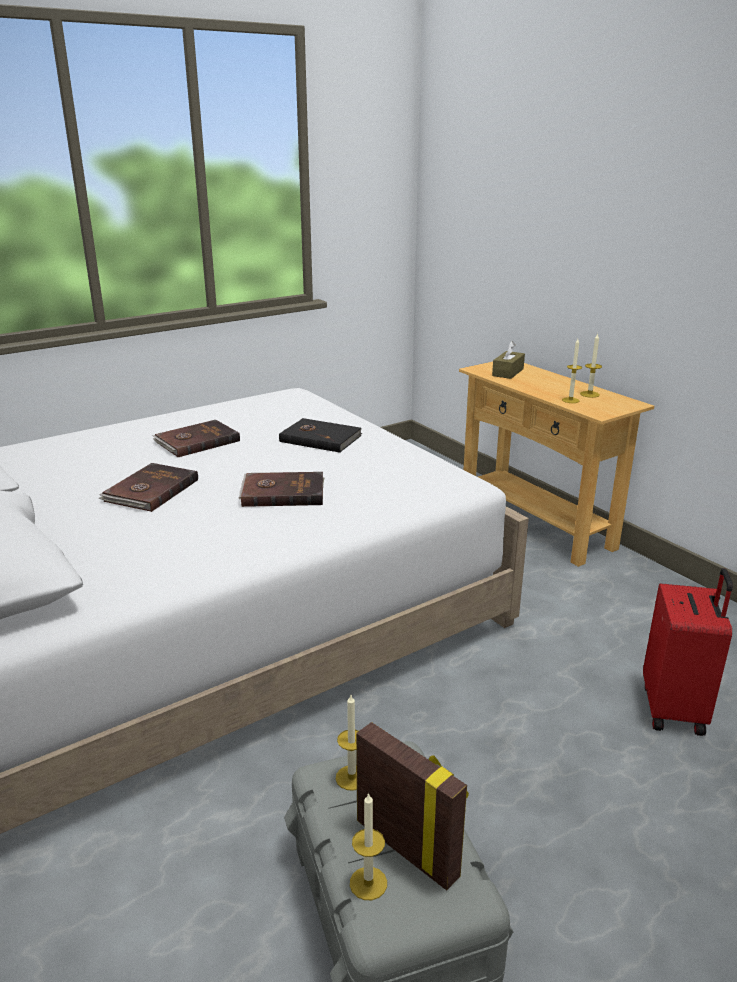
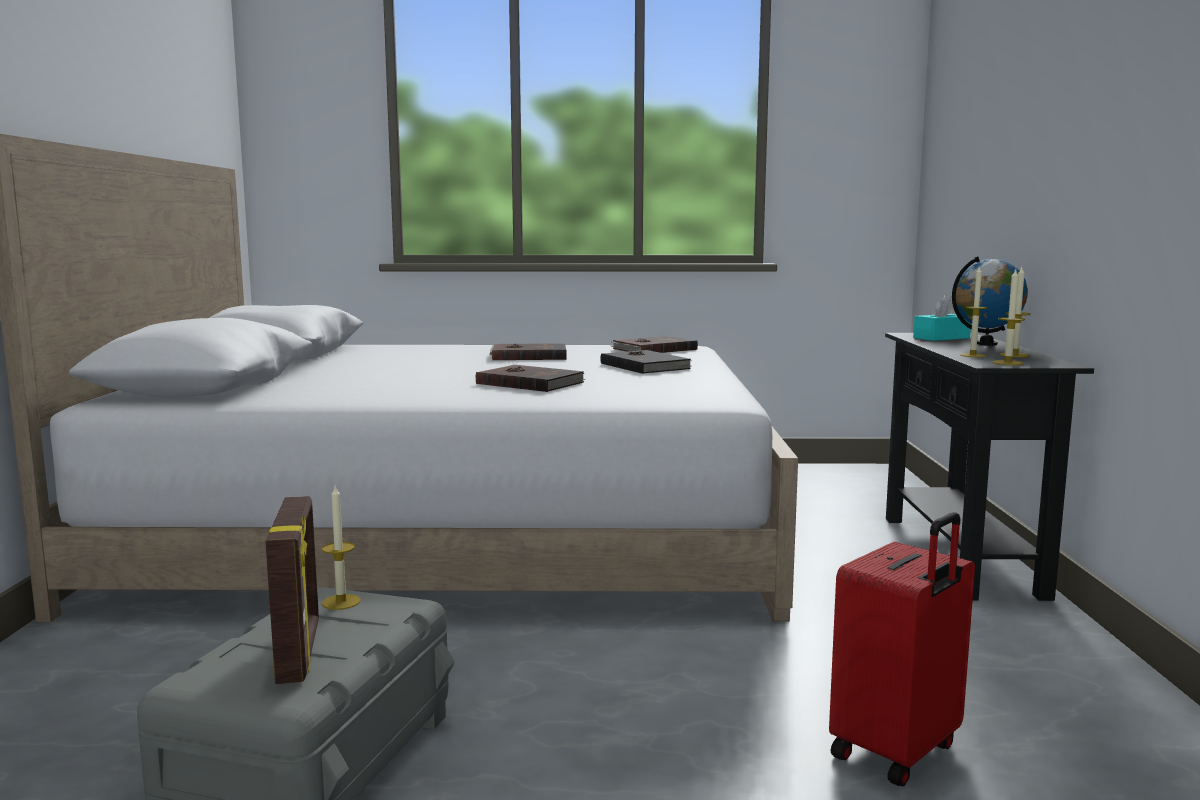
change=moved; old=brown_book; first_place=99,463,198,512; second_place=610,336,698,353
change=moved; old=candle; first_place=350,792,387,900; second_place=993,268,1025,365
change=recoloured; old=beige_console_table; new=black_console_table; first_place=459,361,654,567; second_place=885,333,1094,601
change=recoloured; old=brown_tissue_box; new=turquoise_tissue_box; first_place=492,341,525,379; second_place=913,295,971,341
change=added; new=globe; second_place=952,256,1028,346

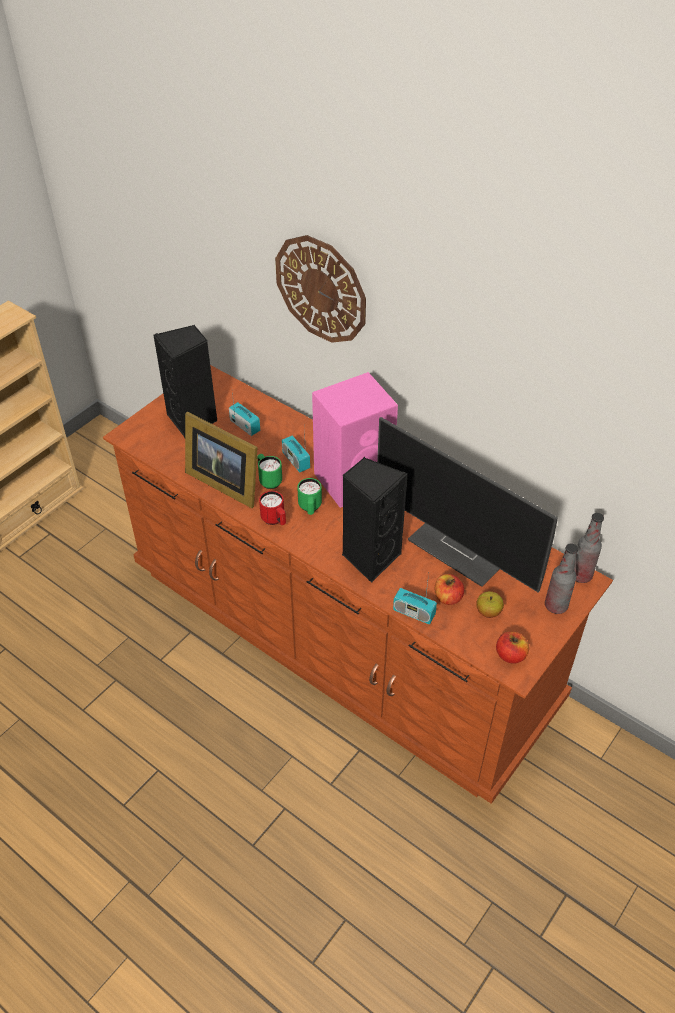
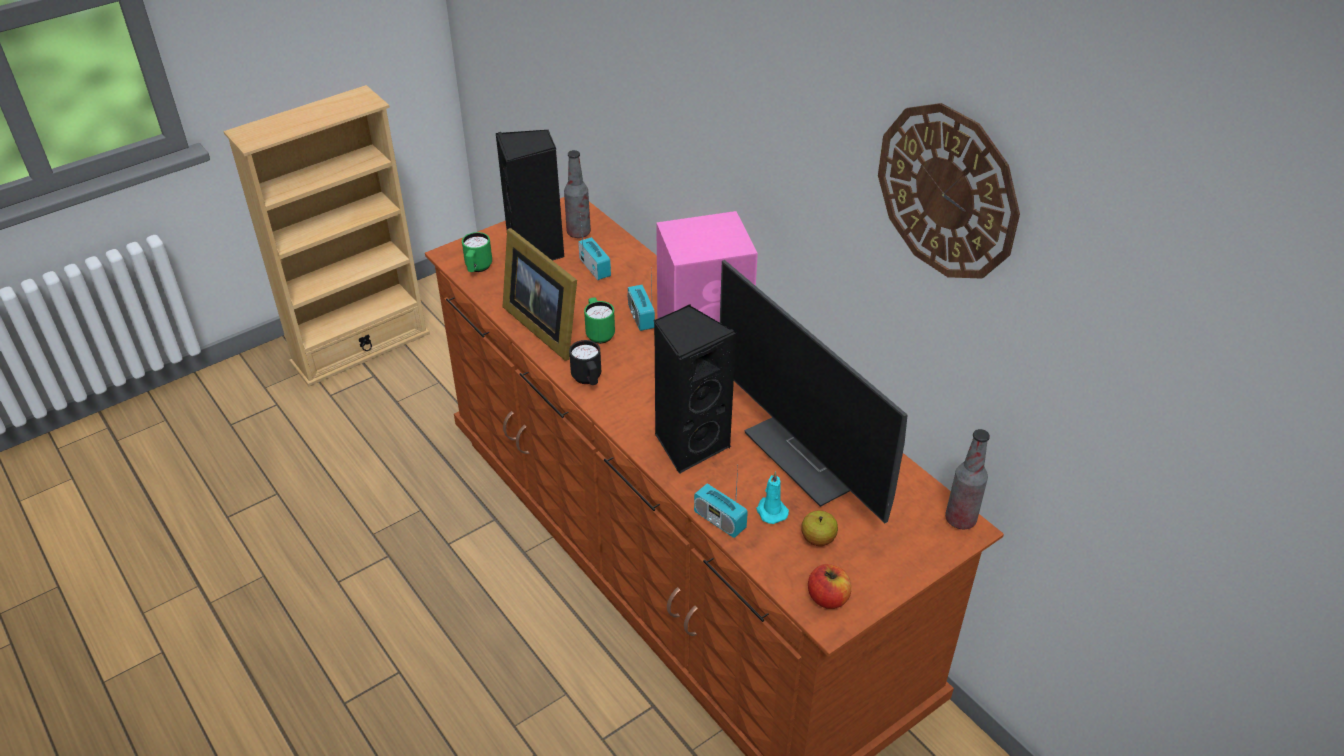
change=recoloured; old=red_mug; new=black_mug; first_place=259,491,286,525; second_place=569,340,601,385
change=moved; old=wall_clock; first_place=275,235,366,343; second_place=878,103,1020,278
change=moved; old=green_mug; first_place=297,478,322,515; second_place=462,232,492,272
change=replaced; old=apple; new=turquoise_candle; first_place=435,574,464,605; second_place=756,471,789,524
change=moved; old=bottle; first_place=545,543,578,614; second_place=564,150,591,238

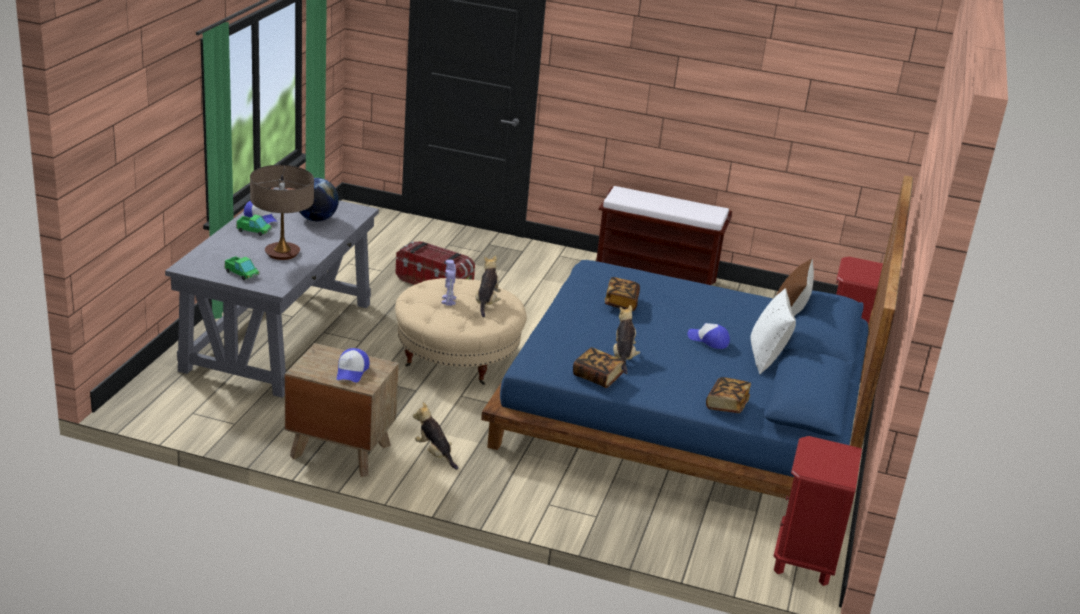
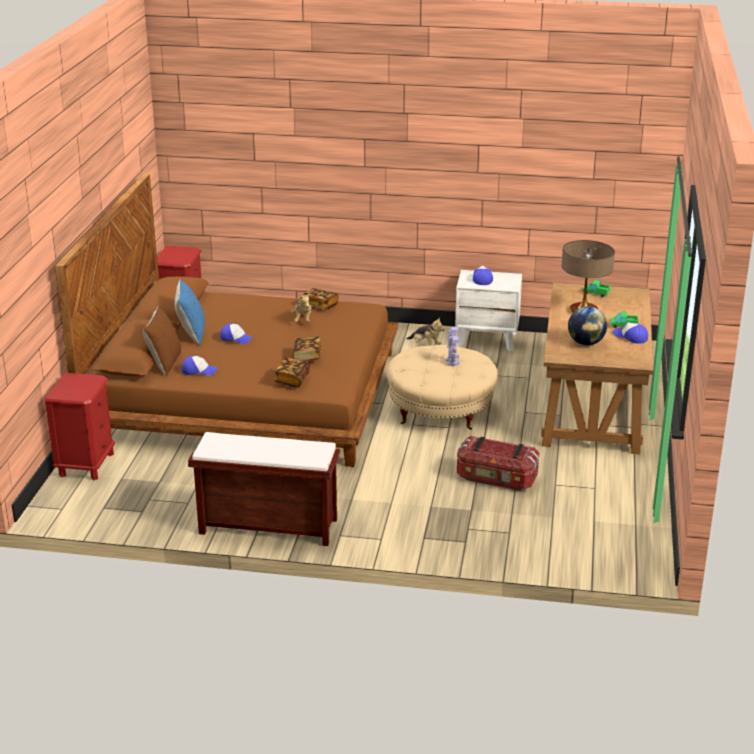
change=recoloured; old=grey_desk; new=brown_desk; first_place=165,187,379,398; second_place=541,283,653,454
change=recoloured; old=brown_nightstand; new=white_nightstand; first_place=285,343,399,477; second_place=455,270,522,351
change=removed; old=plush_toy; first_place=476,255,501,318
change=recoloured; old=blue_bed; new=brown_bed; first_place=481,176,914,499; second_place=55,174,398,467
change=moved; old=book; first_place=706,377,751,413; second_place=274,358,310,388
change=recoloured; old=white_pillow; new=blue_pillow; first_place=750,289,796,374; second_place=175,279,205,345
change=added; new=cap; second_place=181,356,217,376

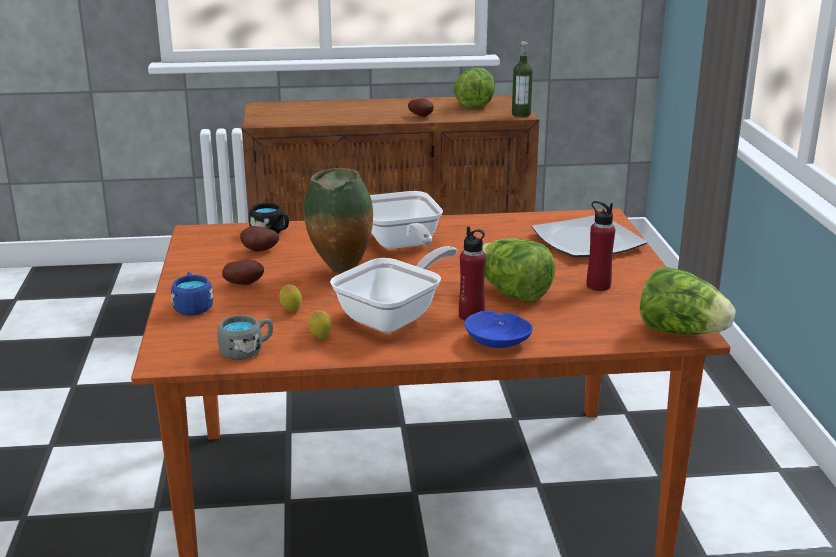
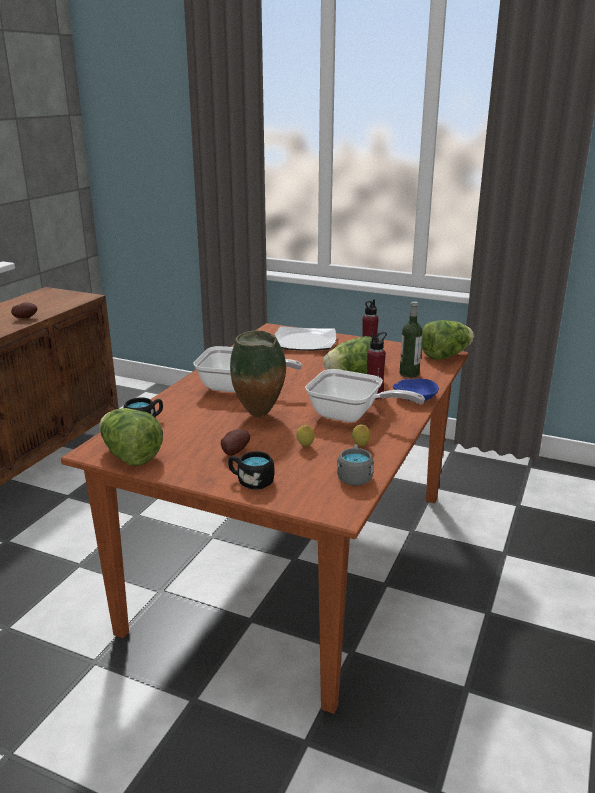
change=recoloured; old=blue_mug; new=black_mug; first_place=171,272,213,315; second_place=228,451,275,489
change=removed; old=potato; first_place=240,226,279,252
change=turned; old=frying_pan; first_place=330,246,457,333; second_place=305,369,425,422; degrees=135
change=moved; old=lettuce; first_place=454,68,495,109; second_place=100,408,163,466
change=moved; old=bottle; first_place=512,41,533,117; second_place=400,301,423,378

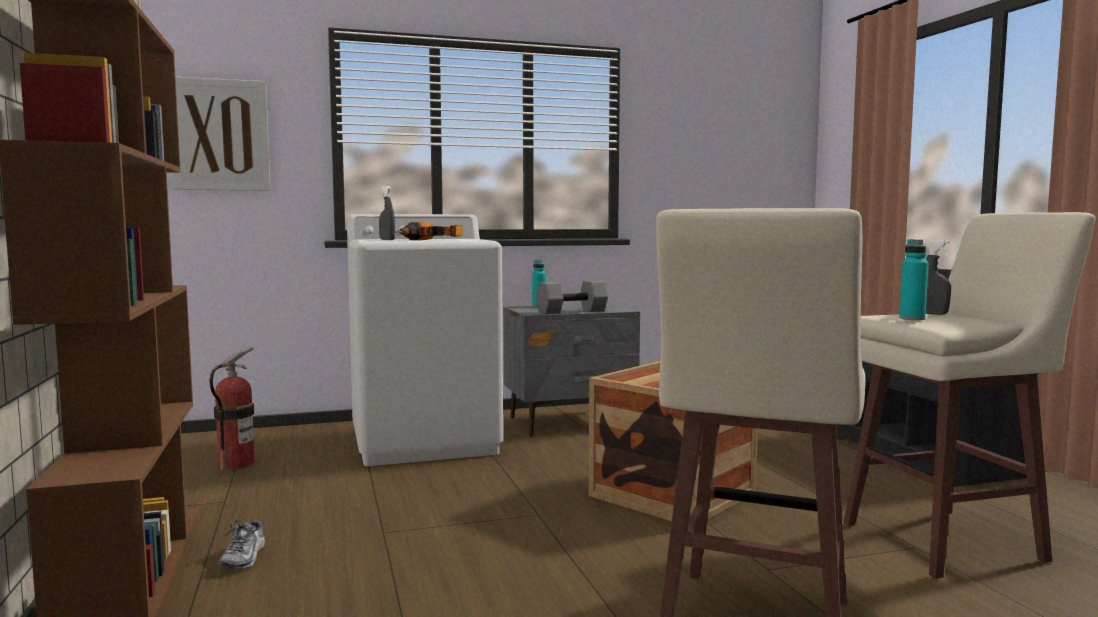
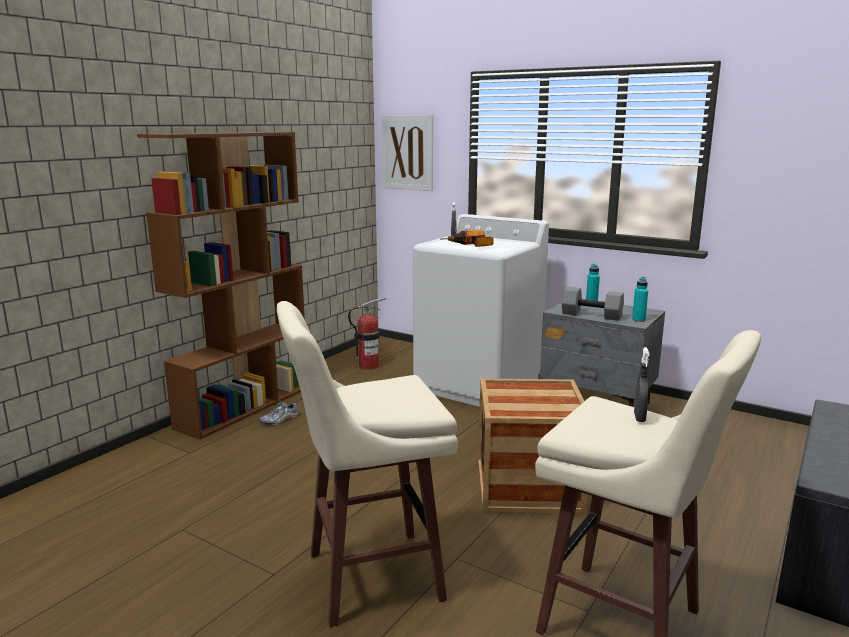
change=moved; old=turquoise_bottle; first_place=899,239,929,320; second_place=632,277,648,322

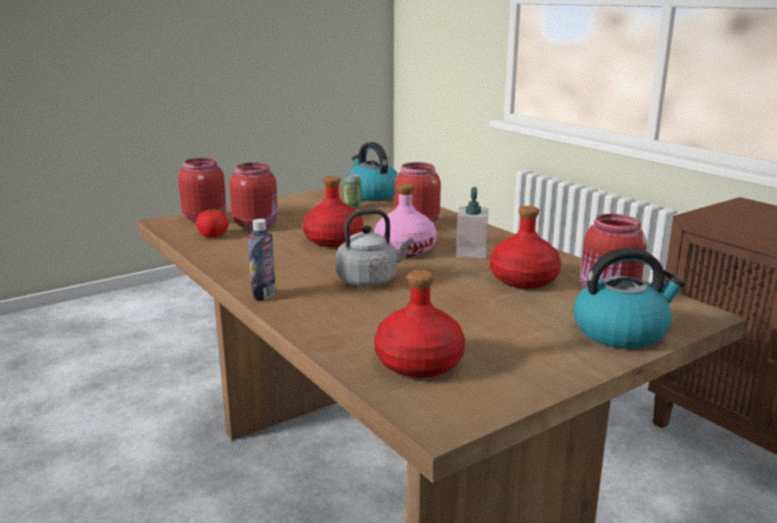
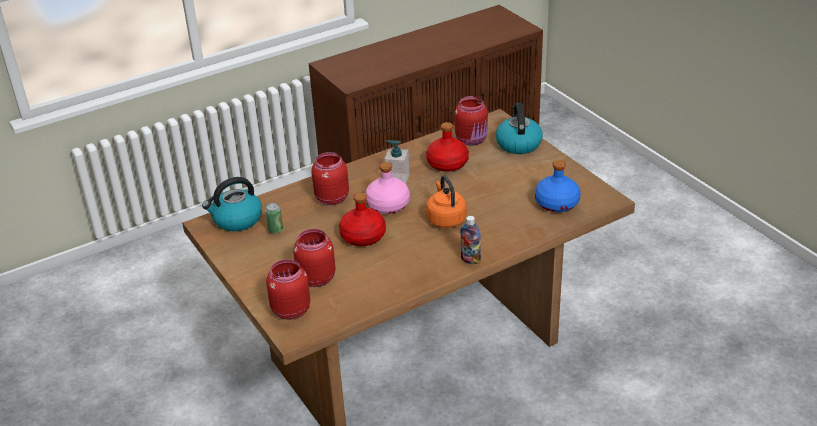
change=removed; old=tomato; first_place=196,209,229,237
change=recoloured; old=grey_kettle; new=orange_kettle; first_place=336,209,414,287; second_place=426,175,466,228
change=recoloured; old=red_bottle; new=blue_bottle; first_place=374,270,465,378; second_place=535,160,581,212

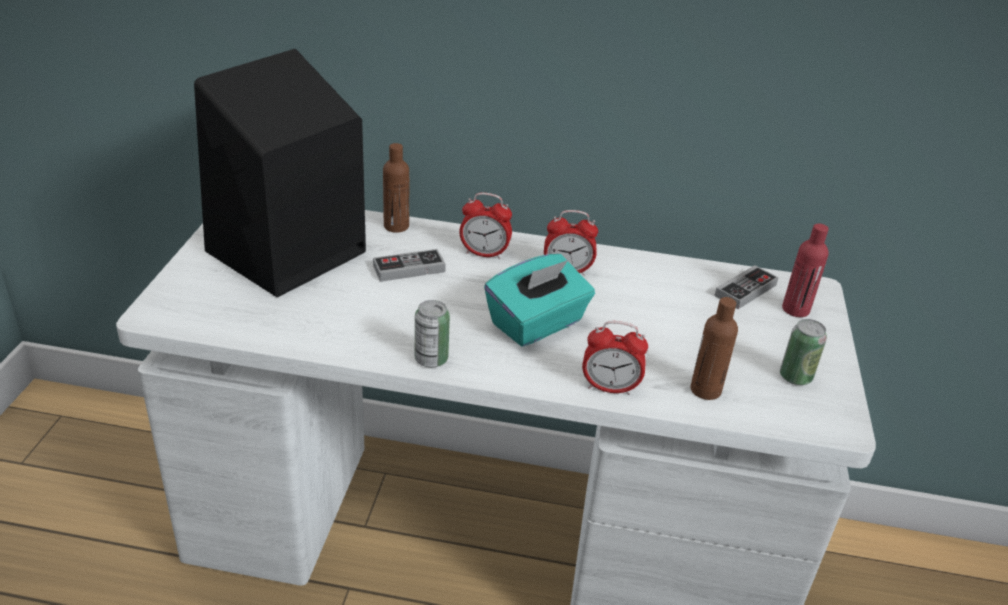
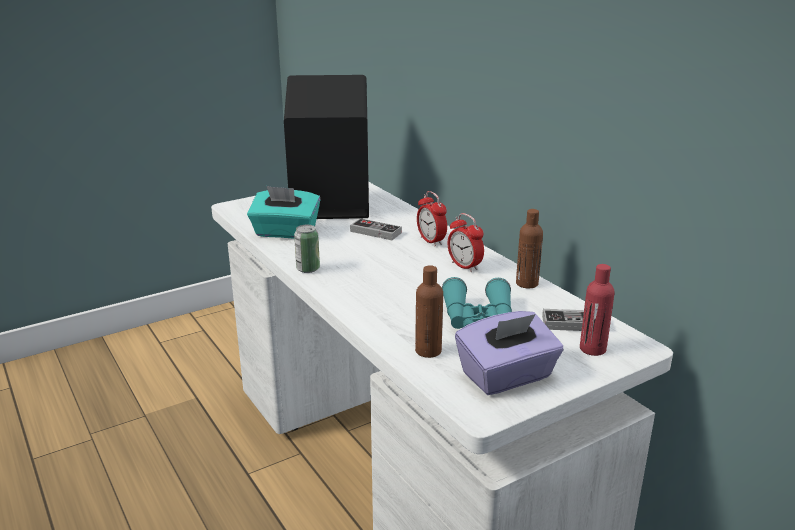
change=moved; old=brown_bottle; first_place=383,143,409,233; second_place=516,209,543,289
change=moved; old=turquoise_tissue_box; first_place=484,254,595,346; second_place=247,186,320,239
change=removed; old=alarm_clock; first_place=582,321,648,395
change=replaced; old=can; new=purple_tissue_box; first_place=780,319,827,385; second_place=455,311,564,395
change=added; new=turquoise_binoculars; second_place=442,277,512,329

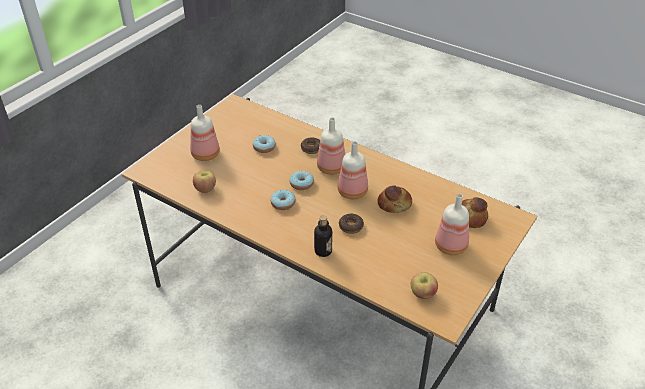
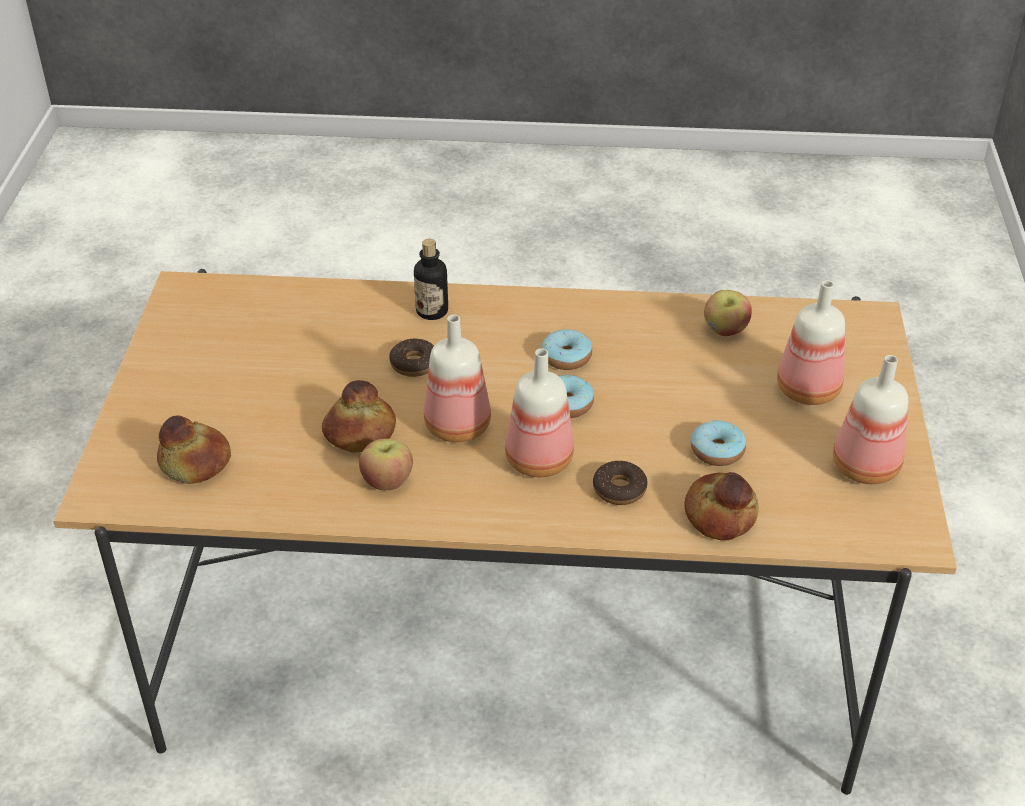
change=moved; old=apple; first_place=411,272,438,299; second_place=359,439,413,490
change=moved; old=bottle; first_place=435,194,469,255; second_place=833,355,908,484
change=added; new=bread; second_place=684,472,759,540

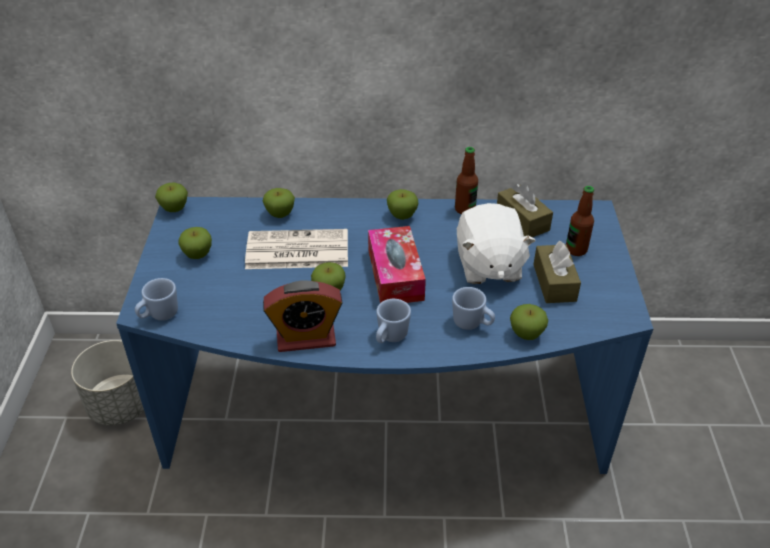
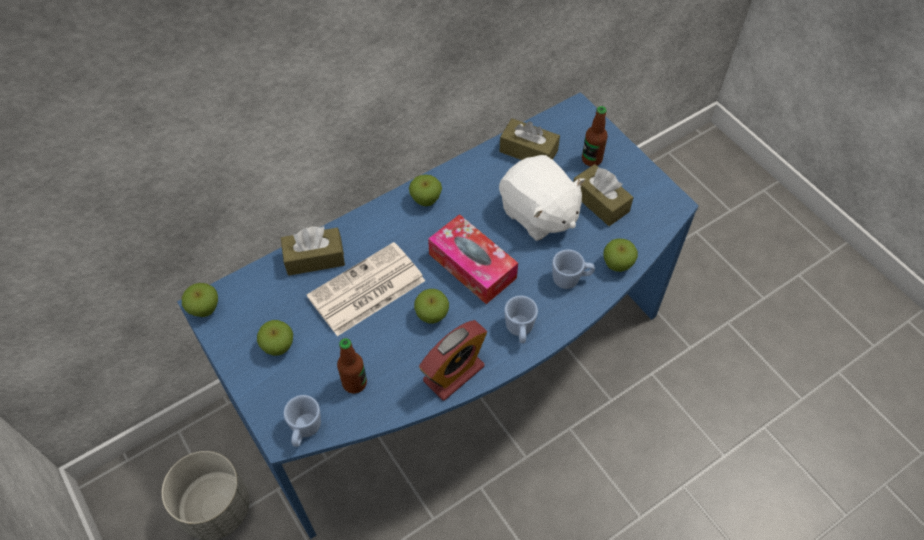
change=replaced; old=apple; new=brown_tissue_box; first_place=262,188,295,218; second_place=281,226,345,276
change=moved; old=bottle; first_place=455,147,478,214; second_place=337,338,367,394

